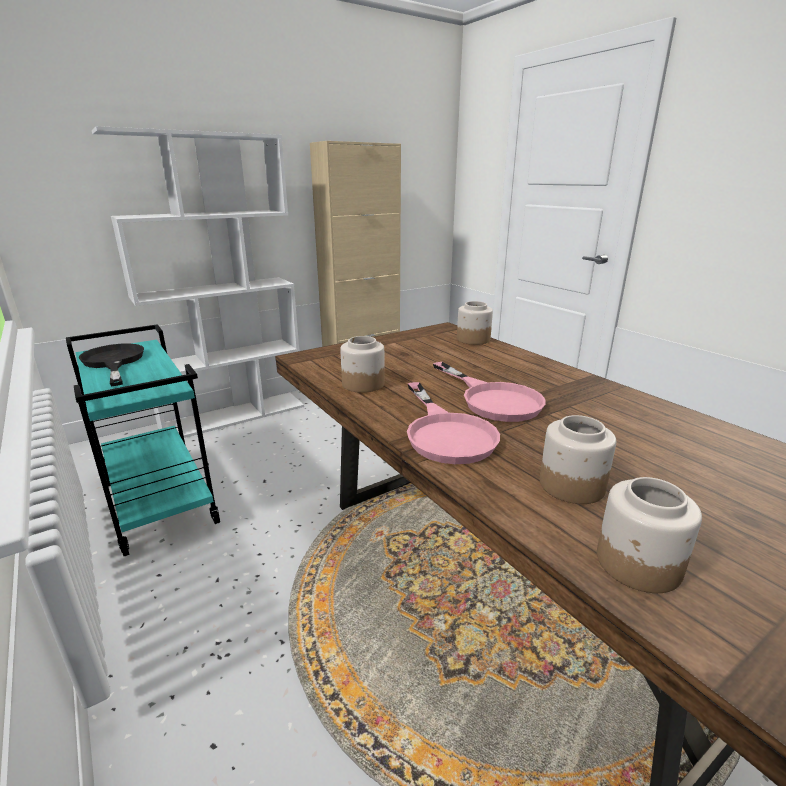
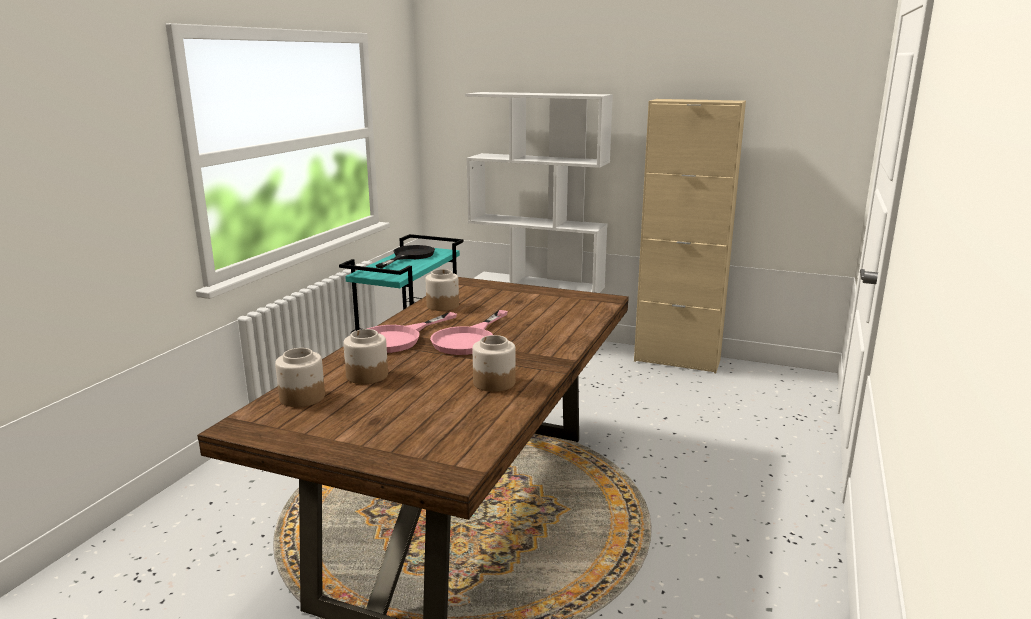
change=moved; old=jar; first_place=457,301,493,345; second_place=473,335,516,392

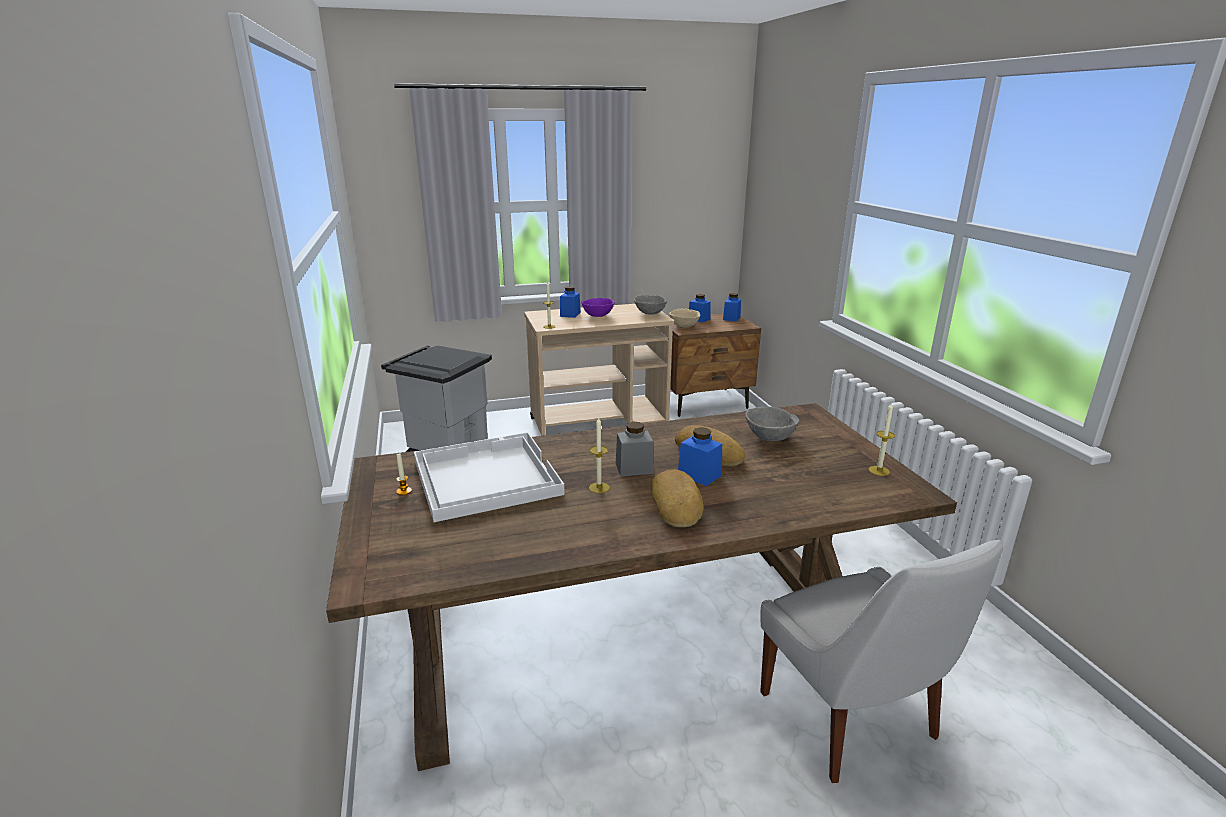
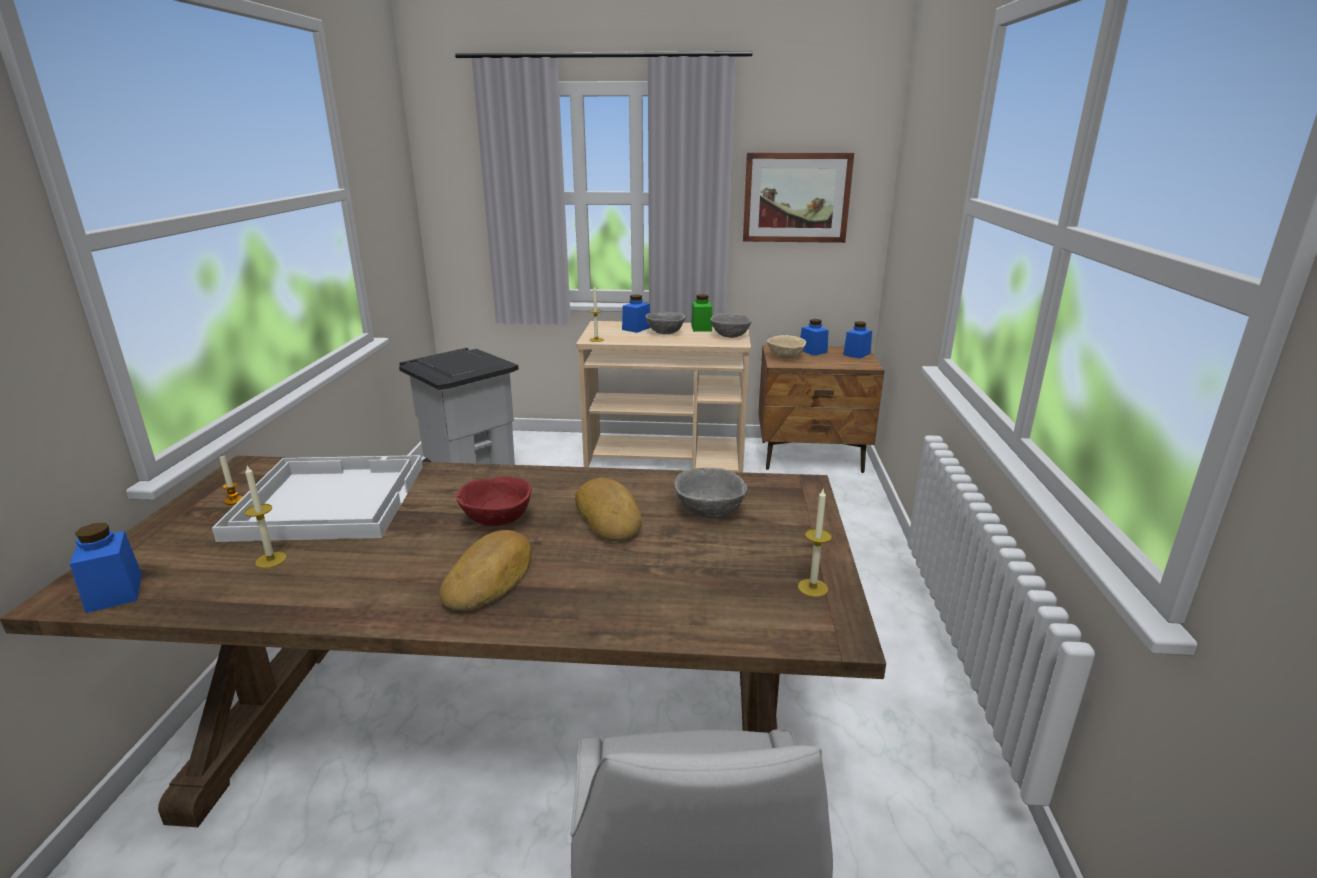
change=recoloured; old=purple_bowl; new=grey_bowl; first_place=582,298,614,317; second_place=645,312,685,334
change=moved; old=candle; first_place=589,417,610,493; second_place=245,466,287,568
change=replaced; old=grey_jar; new=red_bowl; first_place=616,422,654,476; second_place=456,476,532,526
change=moved; old=blue_jar; first_place=678,427,722,486; second_place=70,523,142,613
change=added; new=green_jar; second_place=691,294,712,332
change=added; new=picture; second_place=743,153,854,243

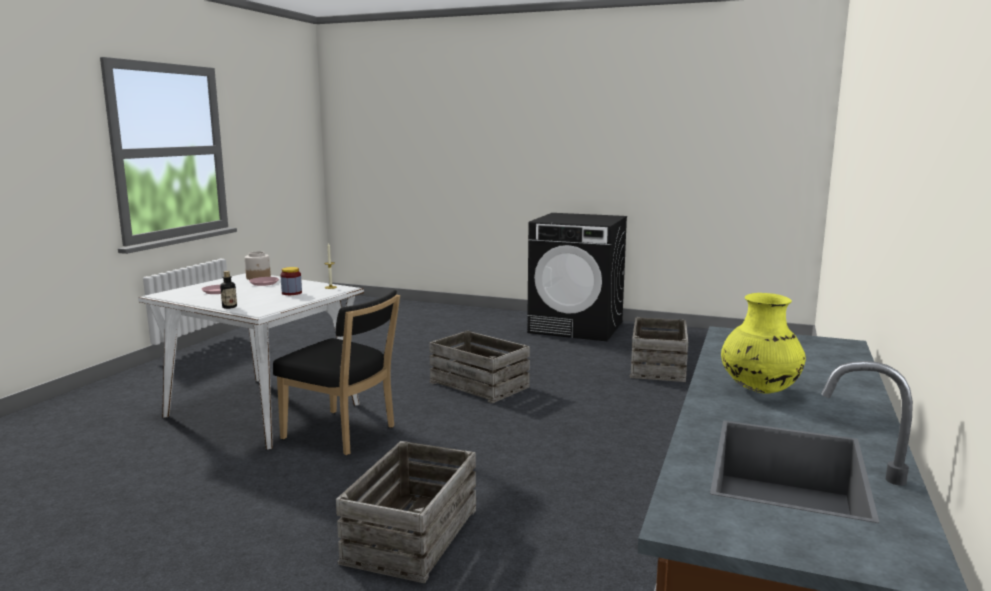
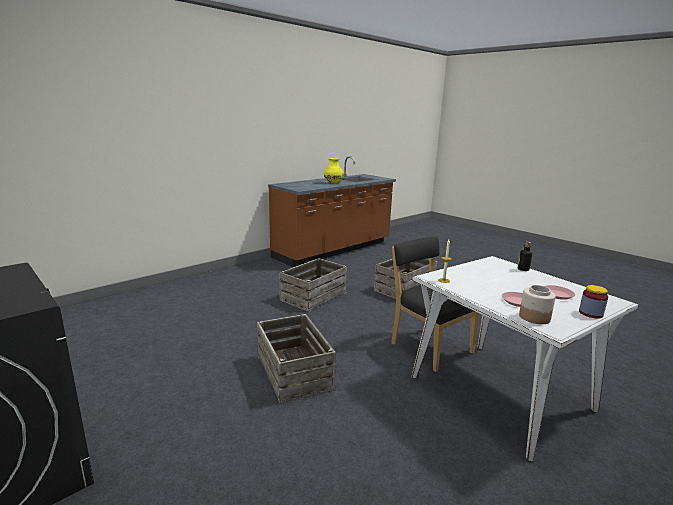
change=moved; old=jar; first_place=280,267,302,295; second_place=579,285,608,319
change=moved; old=crate; first_place=630,317,688,382; second_place=279,258,347,312

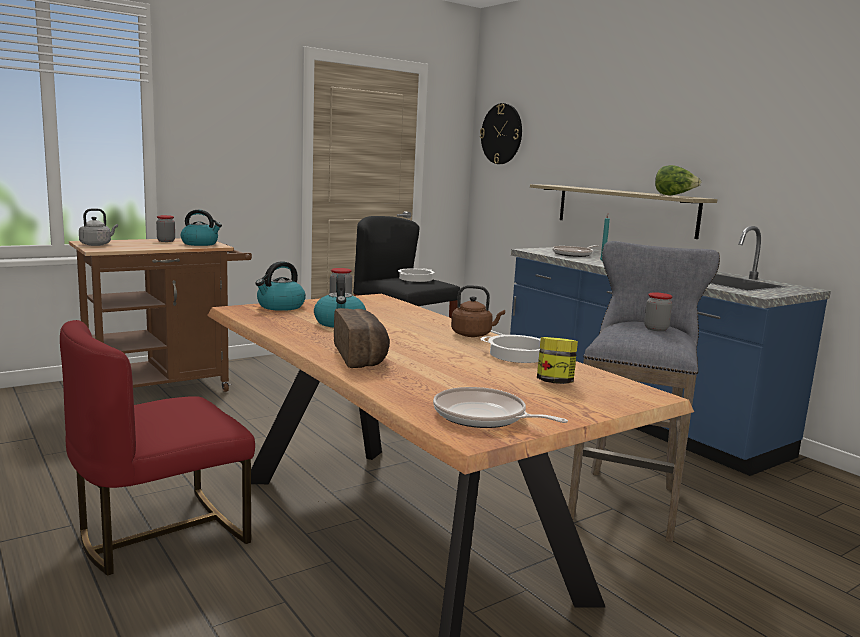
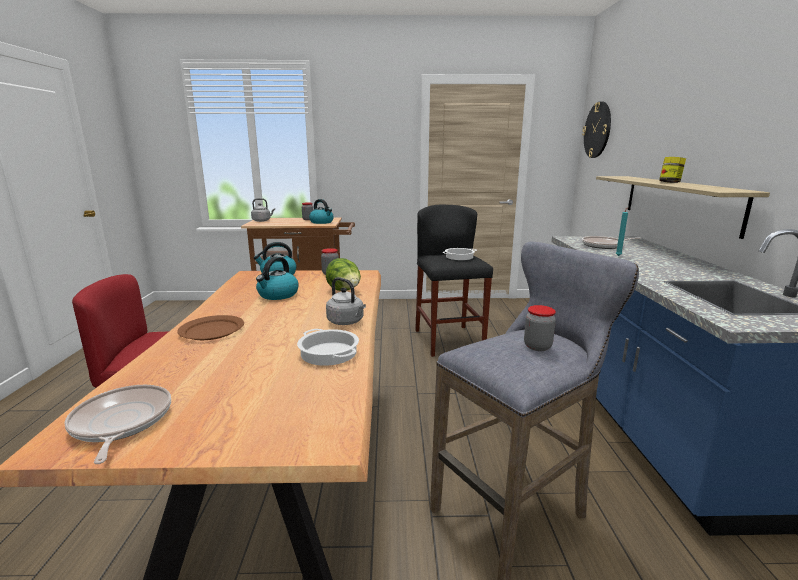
change=replaced; old=bread; new=brown_plate; first_place=334,308,390,368; second_place=177,315,244,340
change=recoloured; old=brown_kettle; new=grey_kettle; first_place=451,285,505,337; second_place=326,277,366,325
change=moved; old=jar; first_place=537,337,578,384; second_place=659,157,686,183
change=moved; old=lettuce; first_place=655,165,701,195; second_place=326,258,361,291

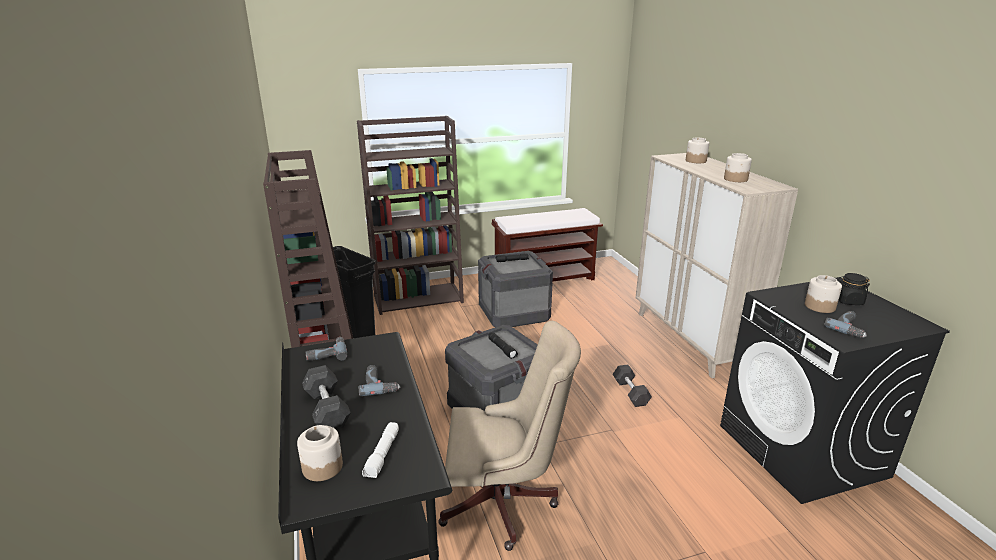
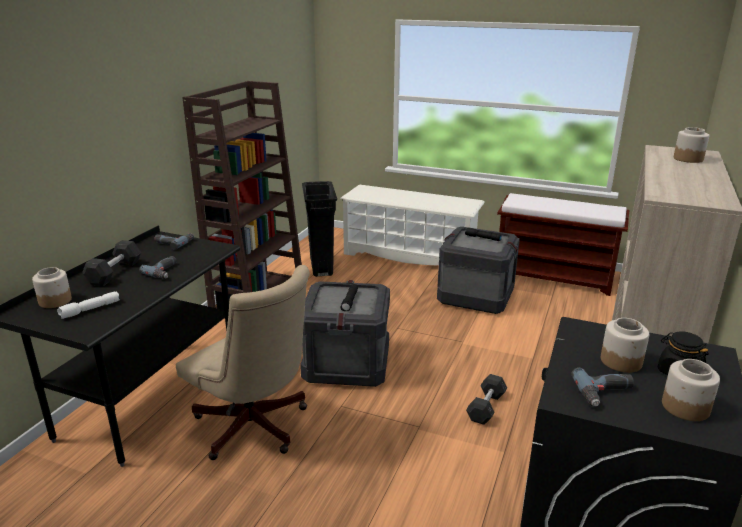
change=replaced; old=brown_bookcase; new=white_shoe_rack; first_place=357,116,464,315; second_place=340,185,485,265
change=moved; old=jar; first_place=724,153,752,182; second_place=662,359,720,421

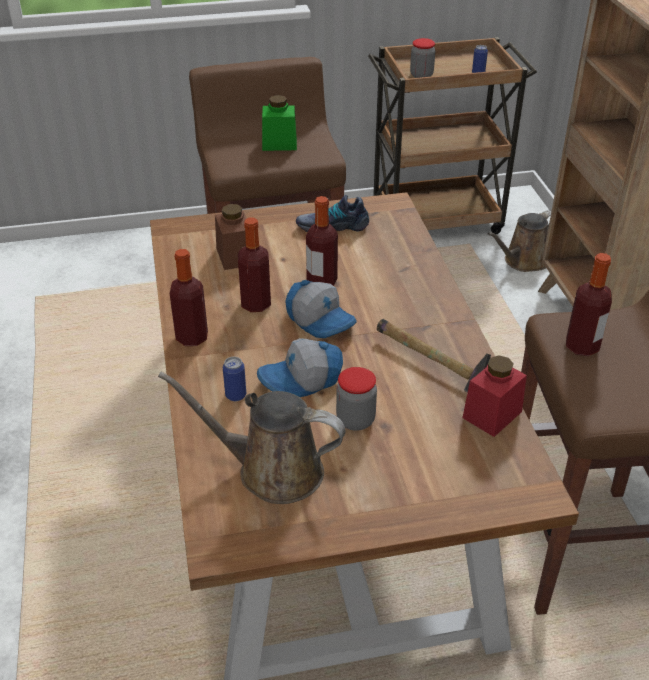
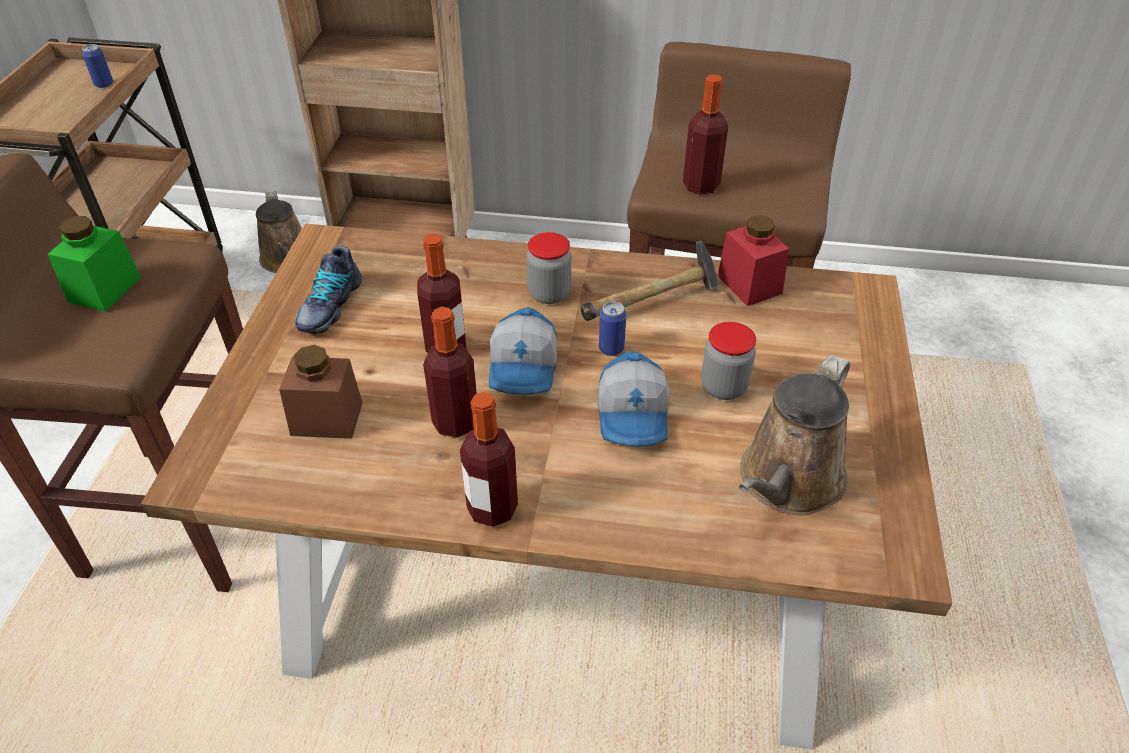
change=moved; old=can; first_place=223,357,246,401; second_place=599,301,626,356
change=turned; old=cap; first_place=285,280,357,338; second_place=489,307,557,395; degrees=120
change=moved; old=jar; first_place=410,38,436,78; second_place=527,232,571,304

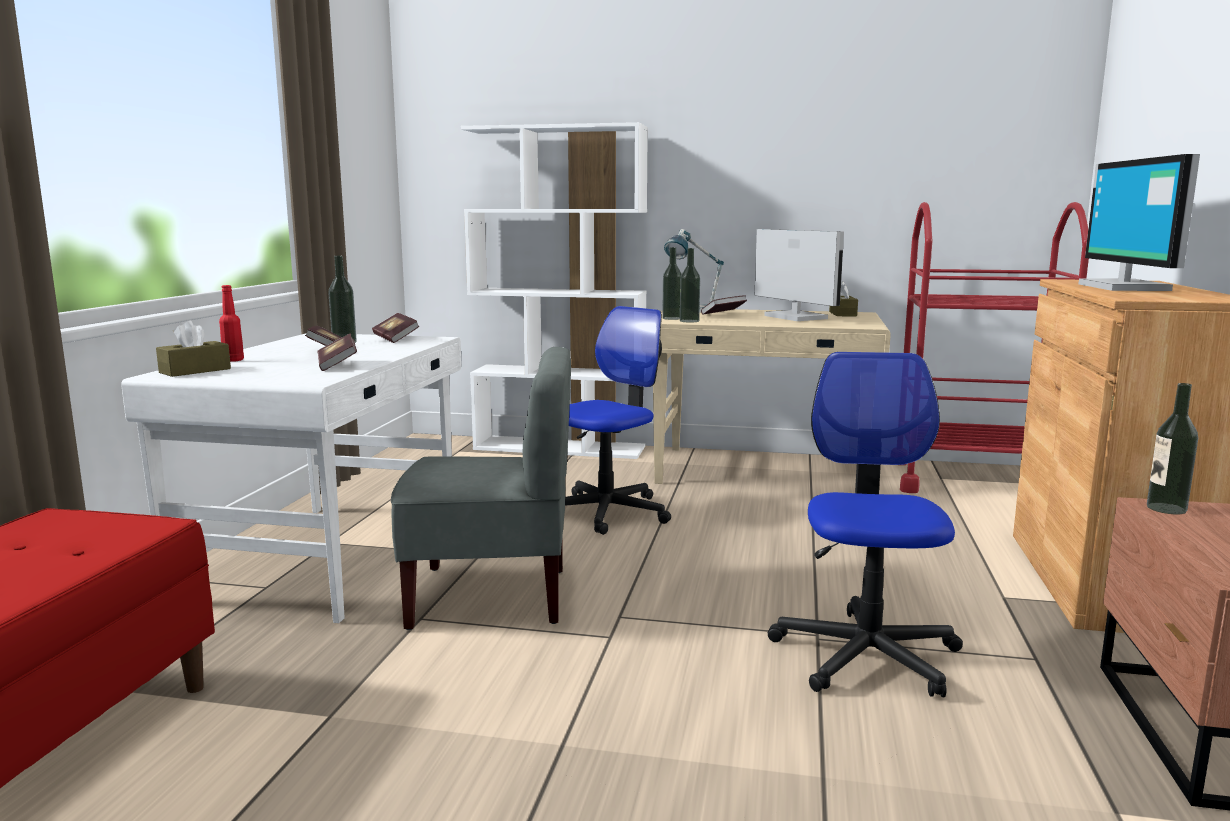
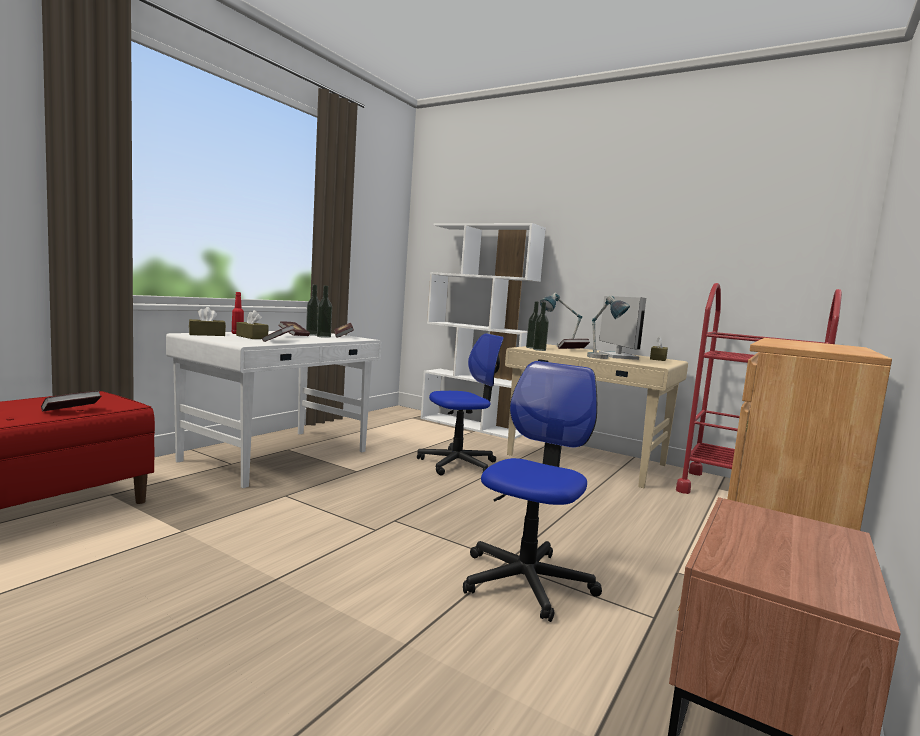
change=removed; old=grey_chair; first_place=391,347,571,630
change=removed; old=monitor; first_place=1079,154,1200,291
change=moved; old=bottle; first_place=1147,383,1198,515; second_place=317,286,332,338
change=added; new=book; second_place=41,391,101,411
change=added; new=brown_tissue_box; second_place=236,310,269,339
change=added; new=table_lamp; second_place=587,295,630,359

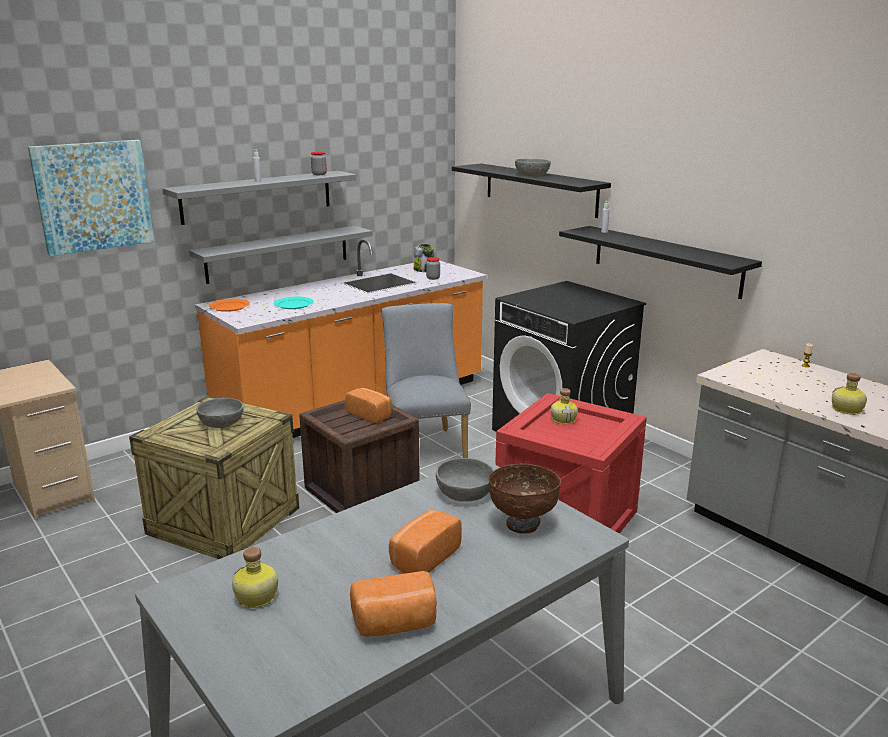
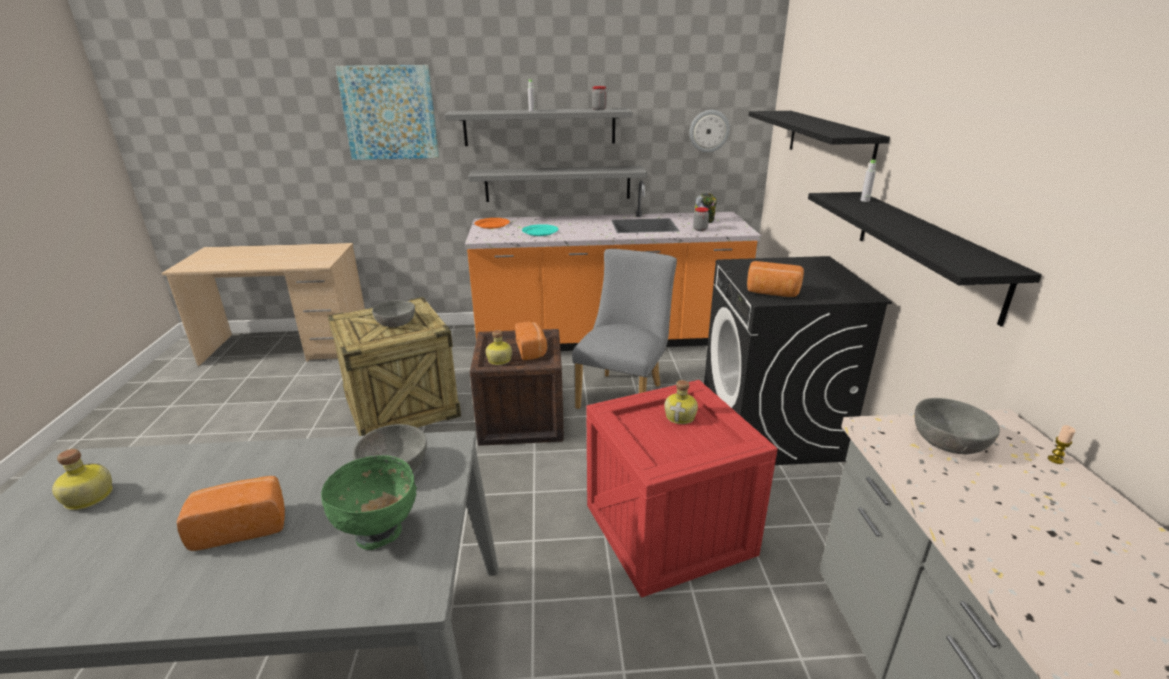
change=moved; old=bread; first_place=350,571,437,636; second_place=747,261,804,297
change=recoloured; old=brown_bowl; new=green_bowl; first_place=488,464,561,534; second_place=321,455,417,550
change=moved; old=grey_bowl; first_place=515,159,551,176; second_place=915,398,1000,455
change=moved; old=bottle; first_place=832,373,867,415; second_place=486,330,512,365
change=added; new=wall_clock; second_place=689,110,730,153

